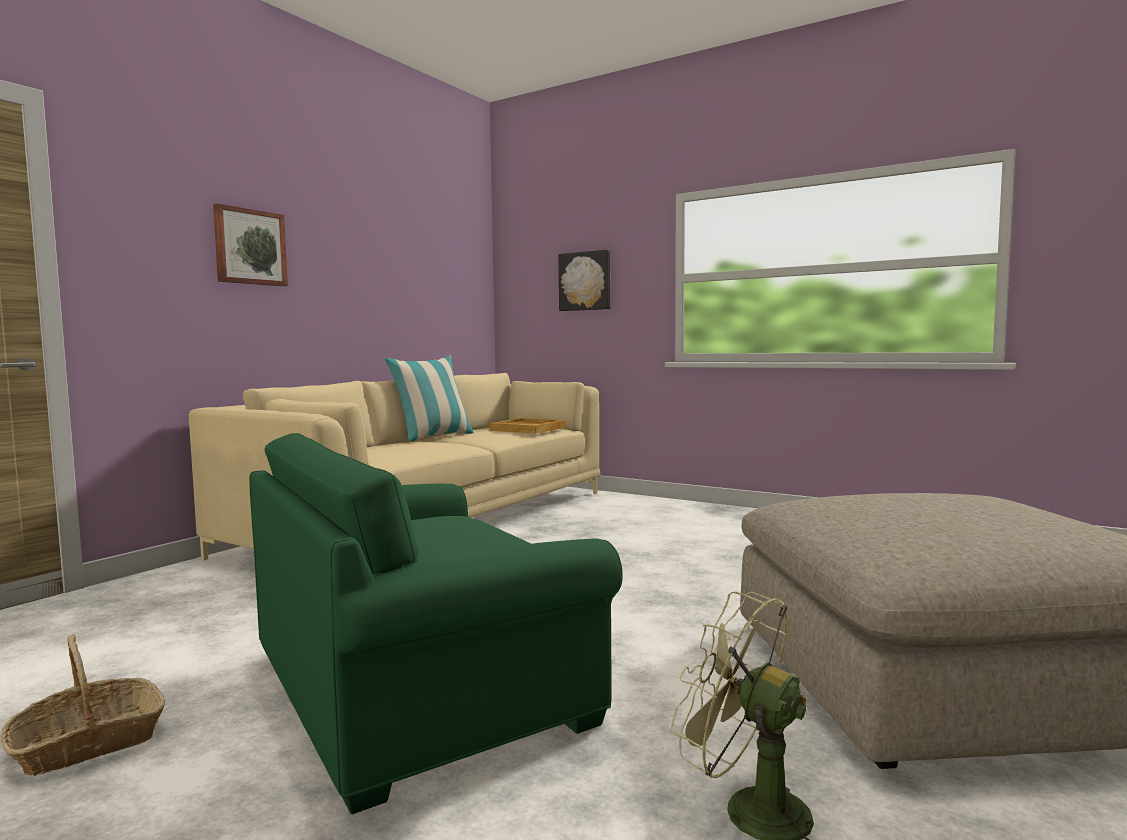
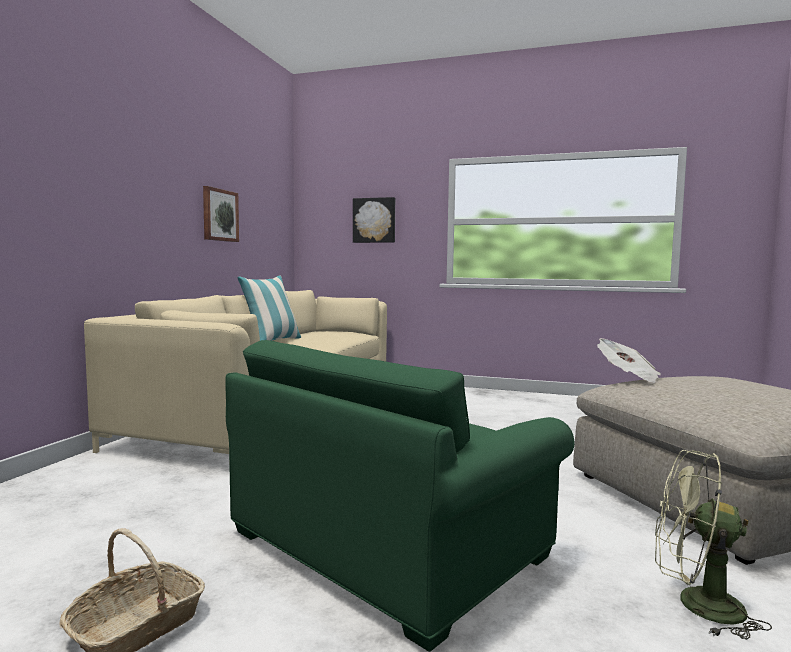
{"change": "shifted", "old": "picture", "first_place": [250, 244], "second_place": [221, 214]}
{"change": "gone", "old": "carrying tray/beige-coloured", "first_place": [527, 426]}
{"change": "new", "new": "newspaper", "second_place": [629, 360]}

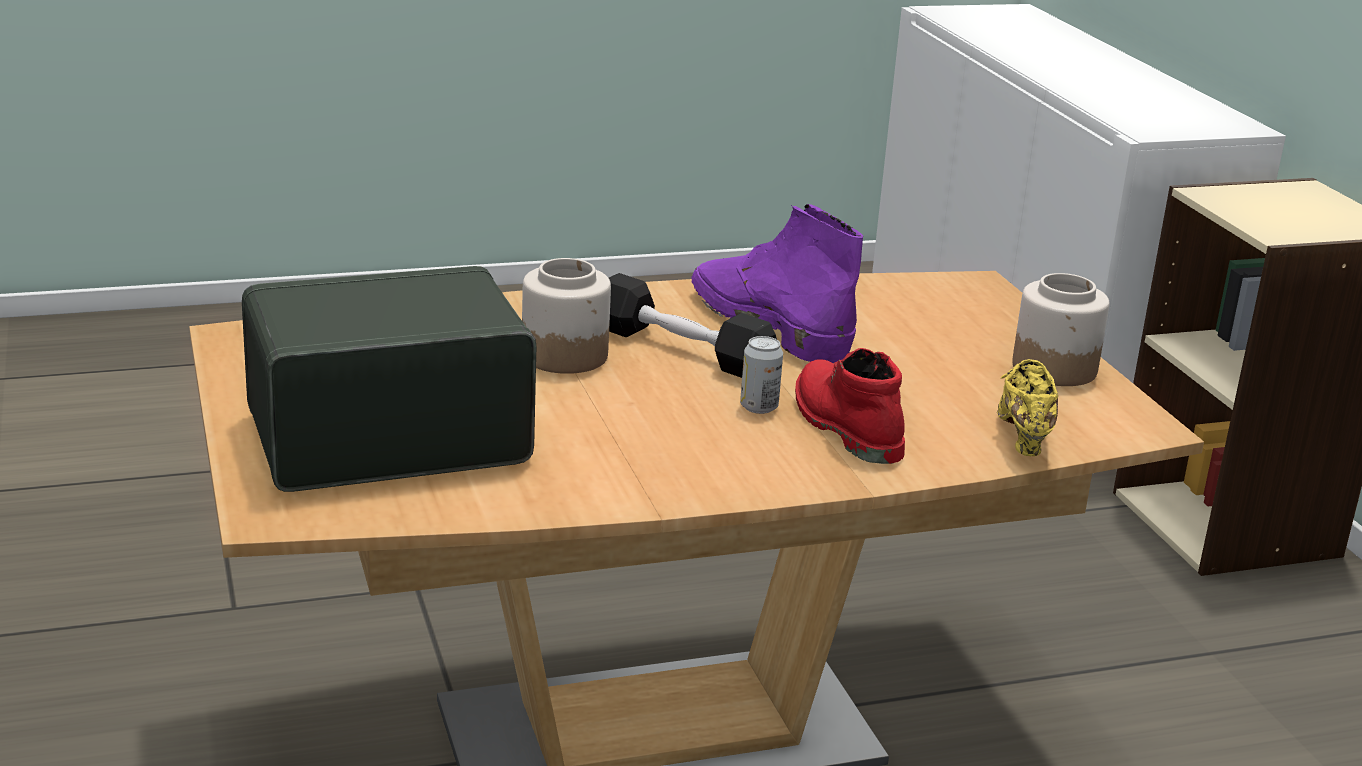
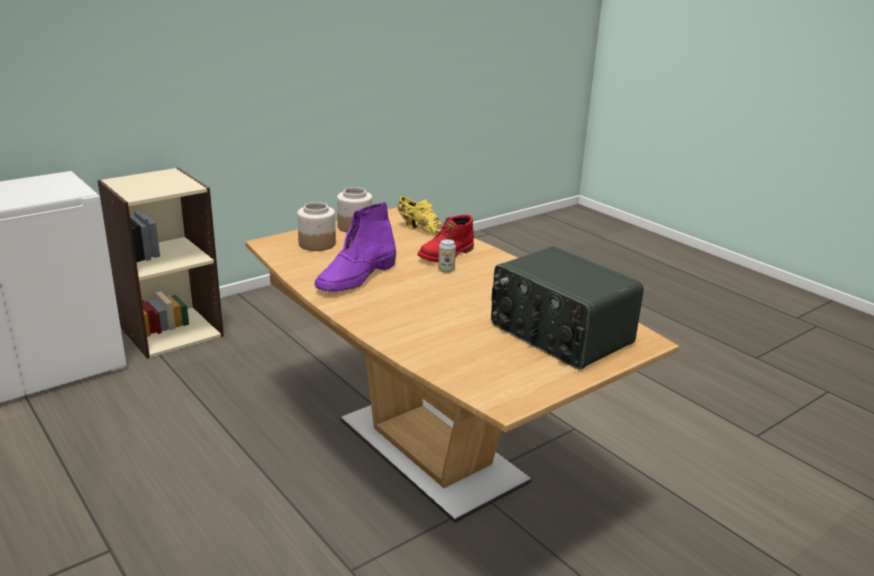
{"change": "shifted", "old": "preserve jar", "first_place": [566, 316], "second_place": [316, 226]}
{"change": "gone", "old": "hand weight/black-coloured", "first_place": [693, 325]}
{"change": "rotated", "old": "low shoe/yellowish", "first_place": [1027, 407], "second_place": [420, 216], "degrees": -135}

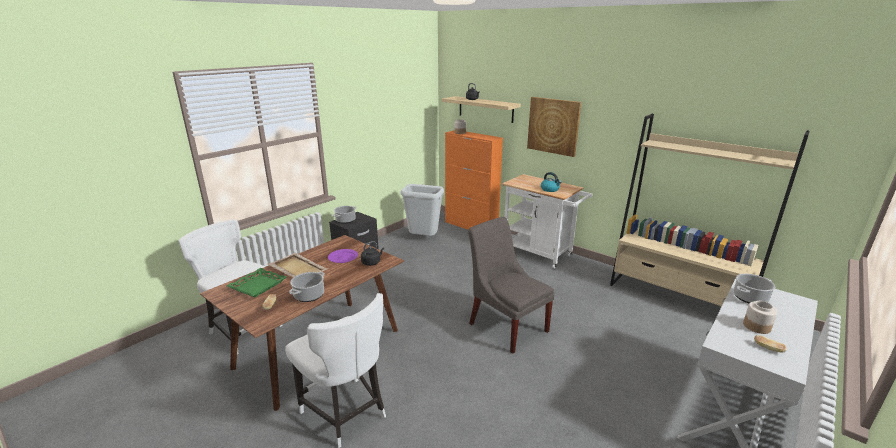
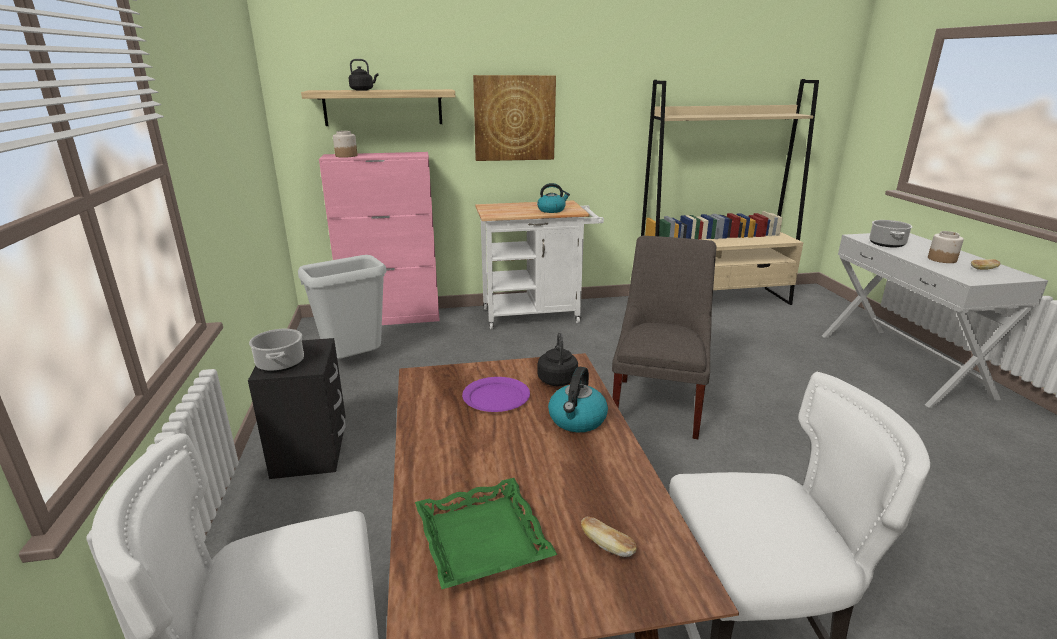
{"change": "repainted", "old": "storage cabinet/orange", "new": "storage cabinet/pink", "first_place": [474, 180], "second_place": [379, 238]}
{"change": "rotated", "old": "plain chair/grey", "first_place": [511, 285], "second_place": [664, 337], "degrees": 105}
{"change": "gone", "old": "carrying tray/beige-coloured", "first_place": [298, 265]}
{"change": "gone", "old": "saucepot", "first_place": [307, 287]}
{"change": "new", "new": "water kettle", "second_place": [578, 399]}

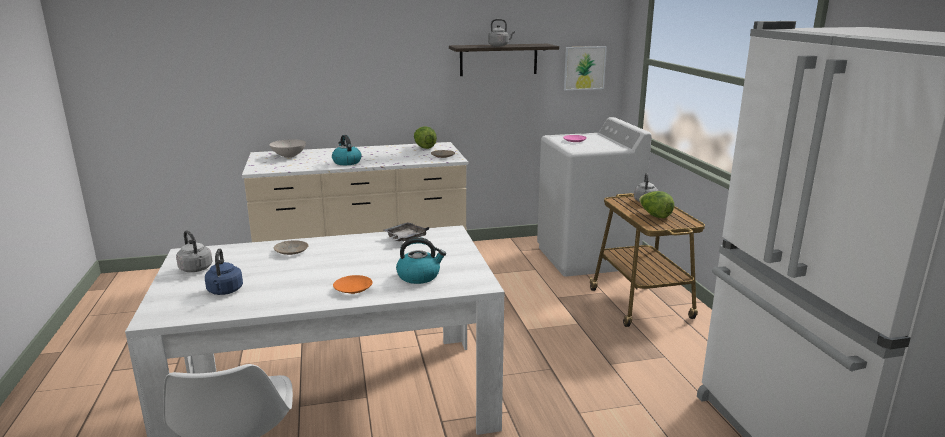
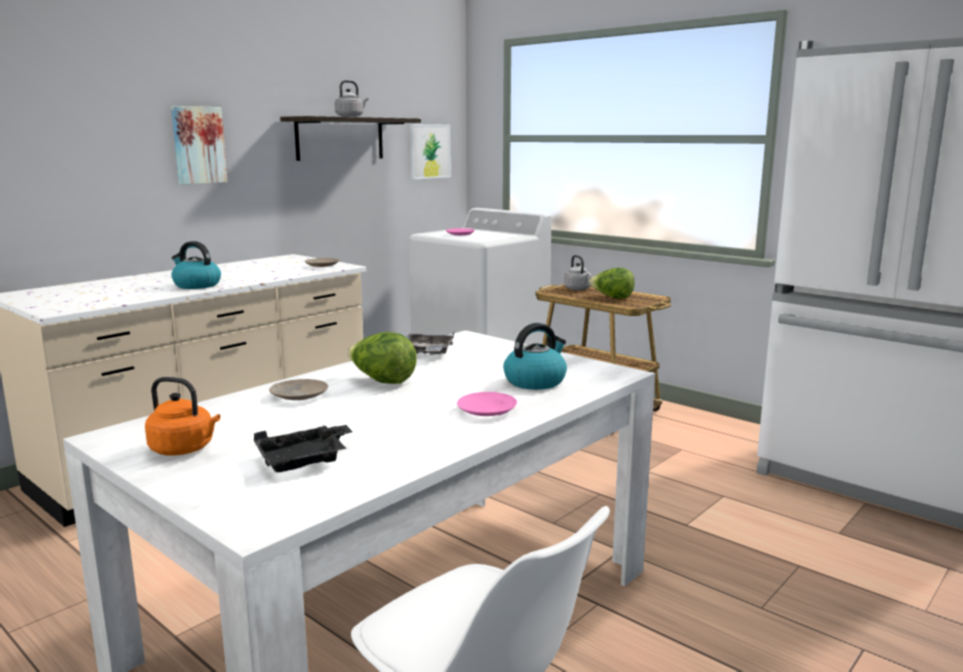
{"change": "shifted", "old": "head of lettuce", "first_place": [425, 137], "second_place": [382, 358]}
{"change": "gone", "old": "serving bowl/white", "first_place": [287, 148]}
{"change": "repainted", "old": "water kettle/grey", "new": "water kettle/orange", "first_place": [194, 251], "second_place": [182, 416]}
{"change": "swapped", "old": "water kettle/blue", "new": "carrying tray/black-coloured", "first_place": [224, 271], "second_place": [303, 448]}
{"change": "repainted", "old": "dinner plate/orange", "new": "dinner plate/pink", "first_place": [353, 284], "second_place": [487, 404]}
{"change": "new", "new": "picture", "second_place": [199, 145]}

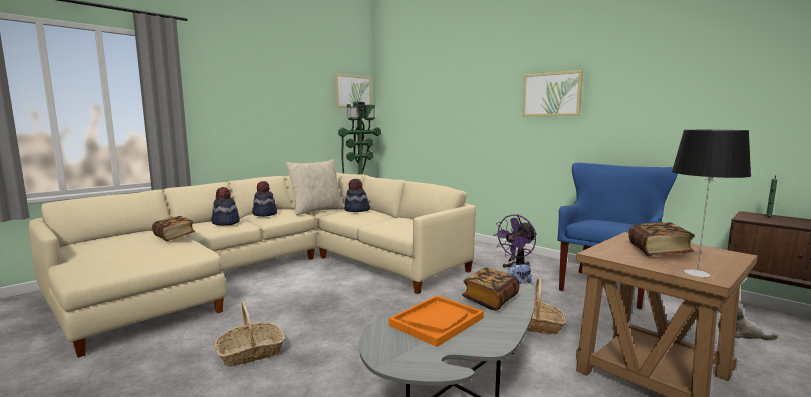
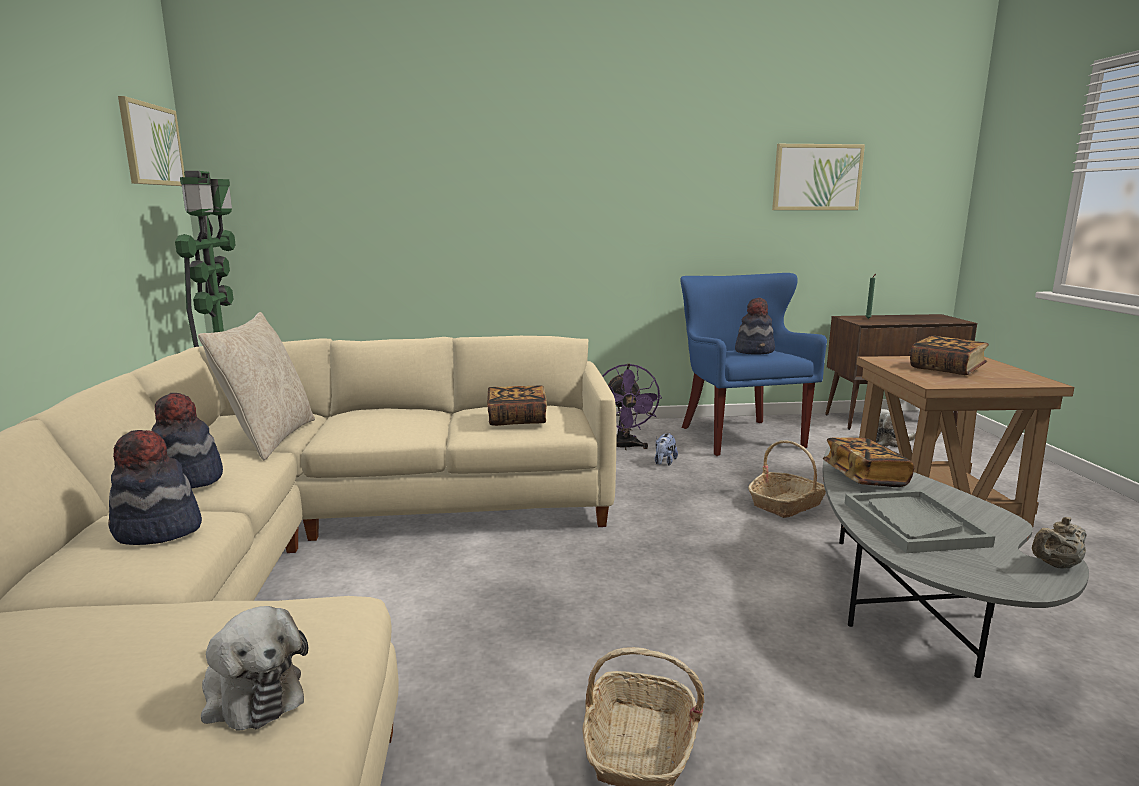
{"change": "shifted", "old": "picture", "first_place": [552, 93], "second_place": [818, 177]}
{"change": "gone", "old": "lamp for a table", "first_place": [711, 203]}
{"change": "shifted", "old": "hat", "first_place": [357, 195], "second_place": [755, 326]}
{"change": "shifted", "old": "bound book", "first_place": [173, 228], "second_place": [517, 405]}
{"change": "repainted", "old": "carrying tray/orange", "new": "carrying tray/grey", "first_place": [436, 321], "second_place": [920, 521]}
{"change": "new", "new": "teapot/beige-coloured", "second_place": [1059, 543]}
{"change": "new", "new": "soft toy", "second_place": [254, 668]}

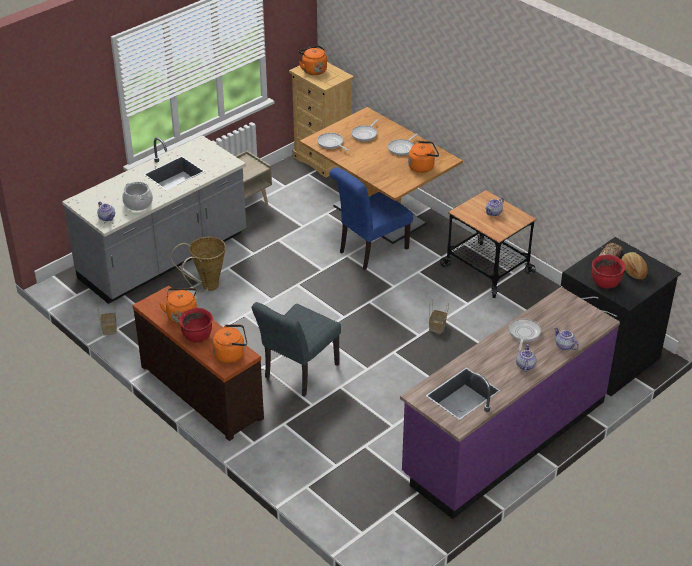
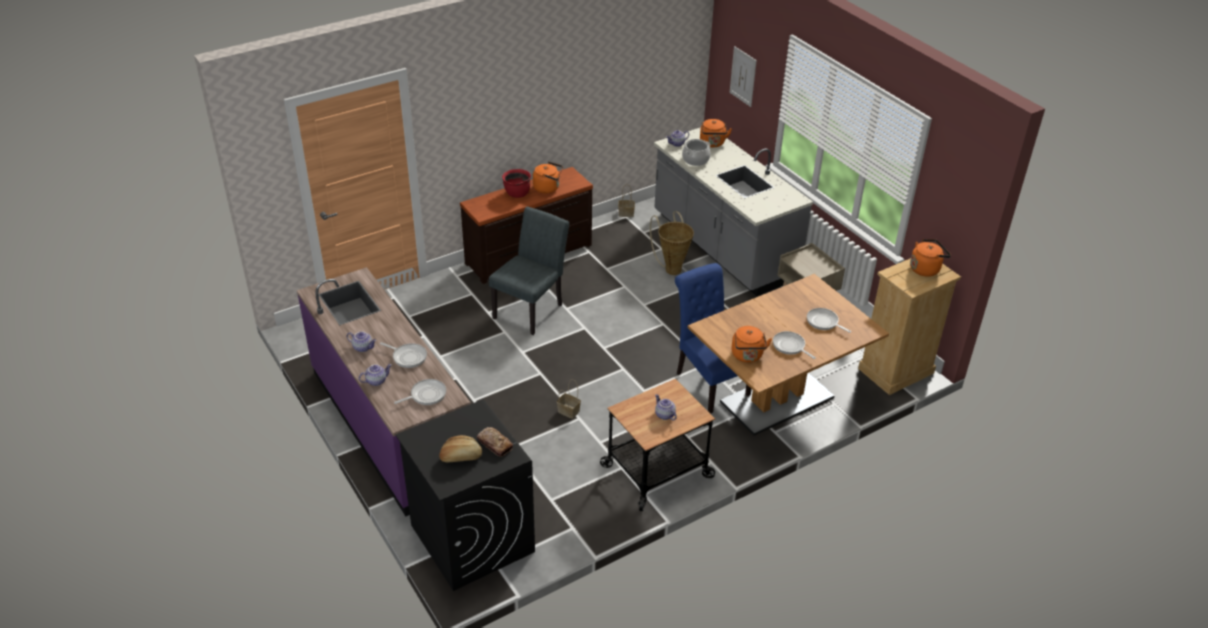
{"change": "shifted", "old": "skillet", "first_place": [333, 142], "second_place": [420, 392]}
{"change": "gone", "old": "saucepot/red", "first_place": [609, 272]}
{"change": "rotated", "old": "plain chair/grey", "first_place": [296, 349], "second_place": [529, 271], "degrees": 75}
{"change": "shifted", "old": "water kettle/orange", "first_place": [229, 344], "second_place": [716, 133]}
{"change": "new", "new": "picture", "second_place": [743, 76]}

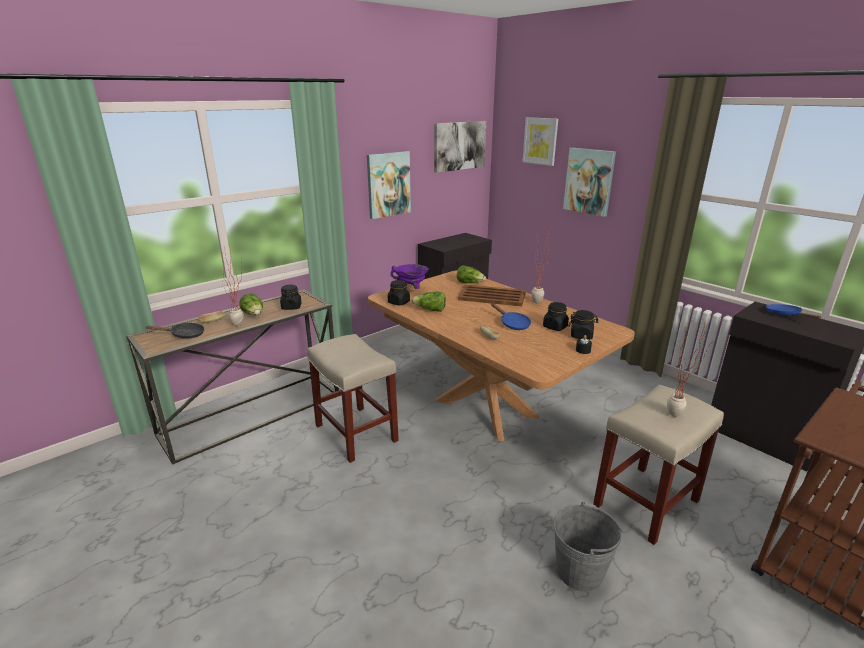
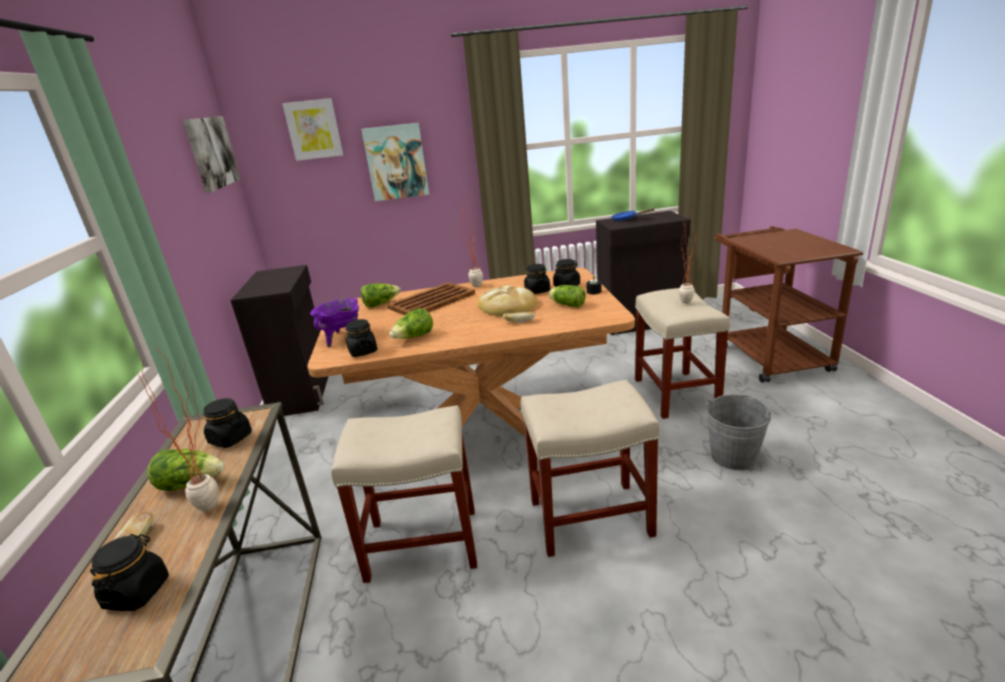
{"change": "gone", "old": "picture", "first_place": [389, 185]}
{"change": "swapped", "old": "skillet/blue", "new": "bread", "first_place": [511, 316], "second_place": [507, 301]}
{"change": "swapped", "old": "skillet/black-coloured", "new": "preserve jar/black-coloured", "first_place": [174, 331], "second_place": [129, 572]}
{"change": "new", "new": "head of lettuce", "second_place": [567, 296]}
{"change": "new", "new": "stool/beige-coloured", "second_place": [590, 468]}

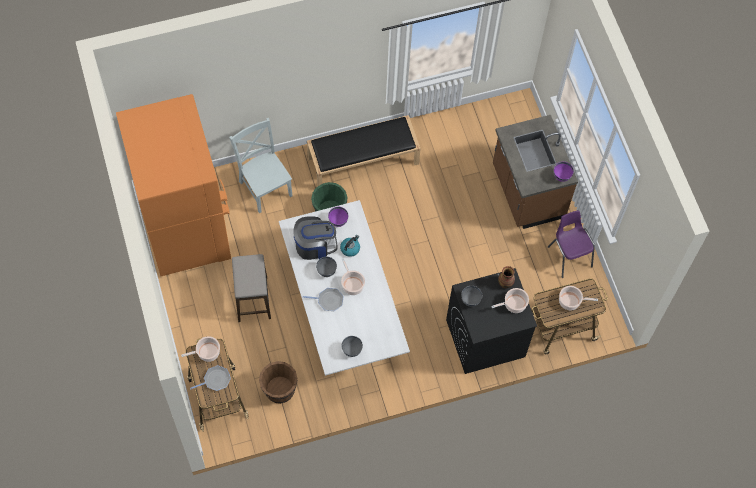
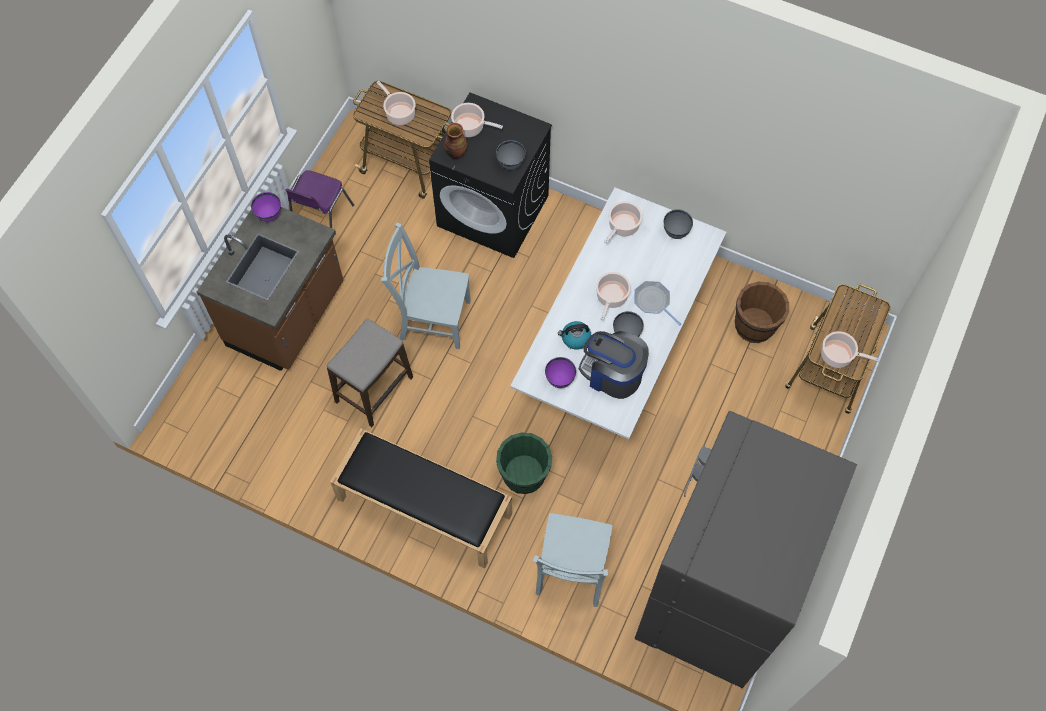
{"change": "repainted", "old": "refrigerator/orange", "new": "refrigerator/grey", "first_place": [173, 185], "second_place": [746, 549]}
{"change": "shifted", "old": "stool", "first_place": [251, 288], "second_place": [370, 372]}
{"change": "gone", "old": "skillet", "first_place": [210, 378]}
{"change": "new", "new": "saucepot", "second_place": [623, 222]}
{"change": "new", "new": "plain chair/grey", "second_place": [426, 286]}

